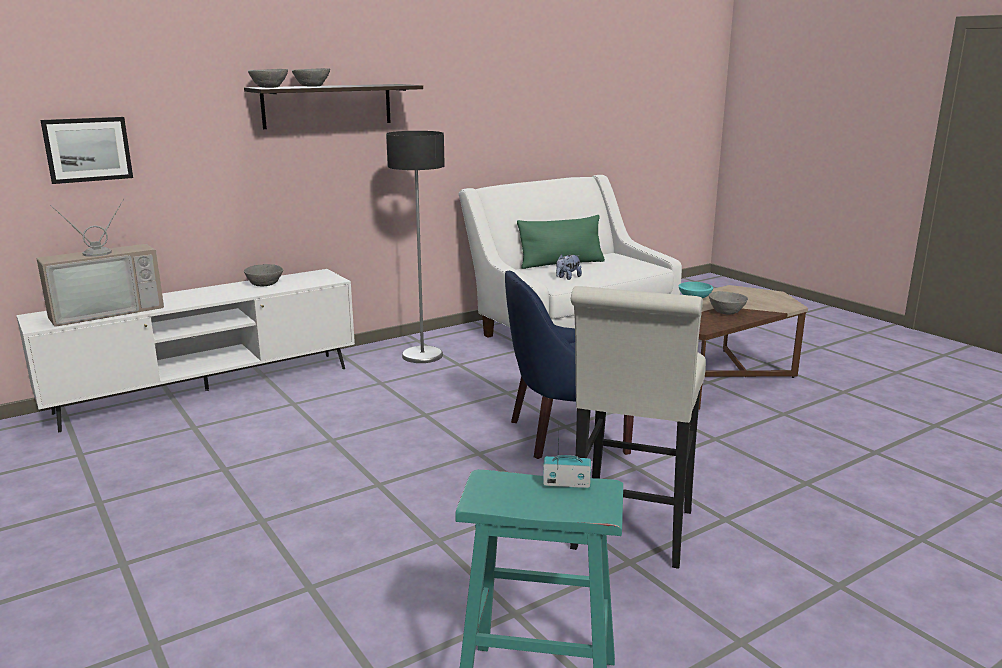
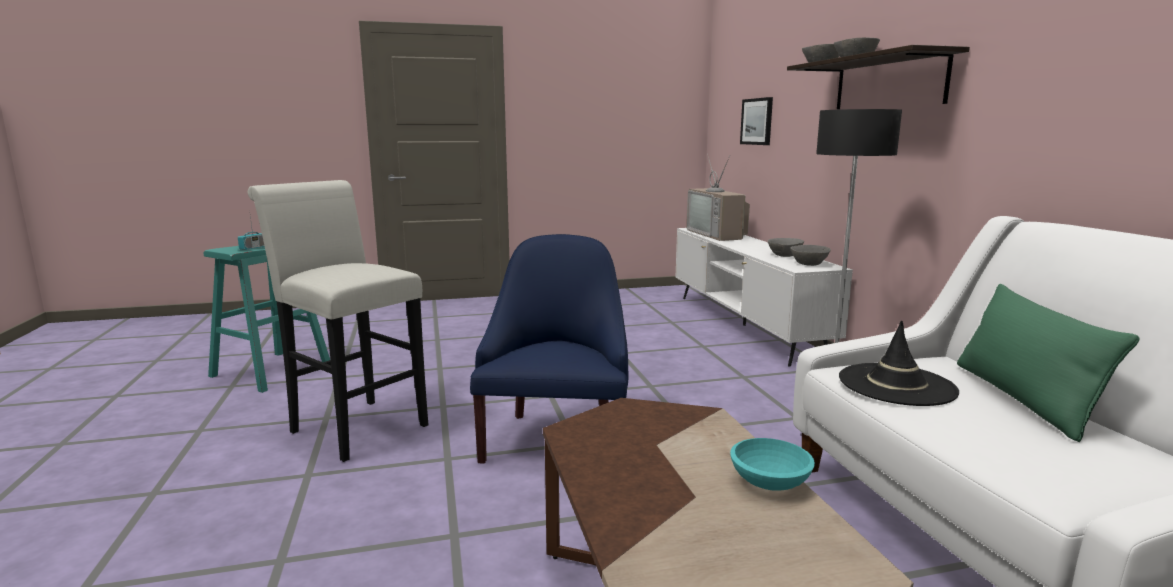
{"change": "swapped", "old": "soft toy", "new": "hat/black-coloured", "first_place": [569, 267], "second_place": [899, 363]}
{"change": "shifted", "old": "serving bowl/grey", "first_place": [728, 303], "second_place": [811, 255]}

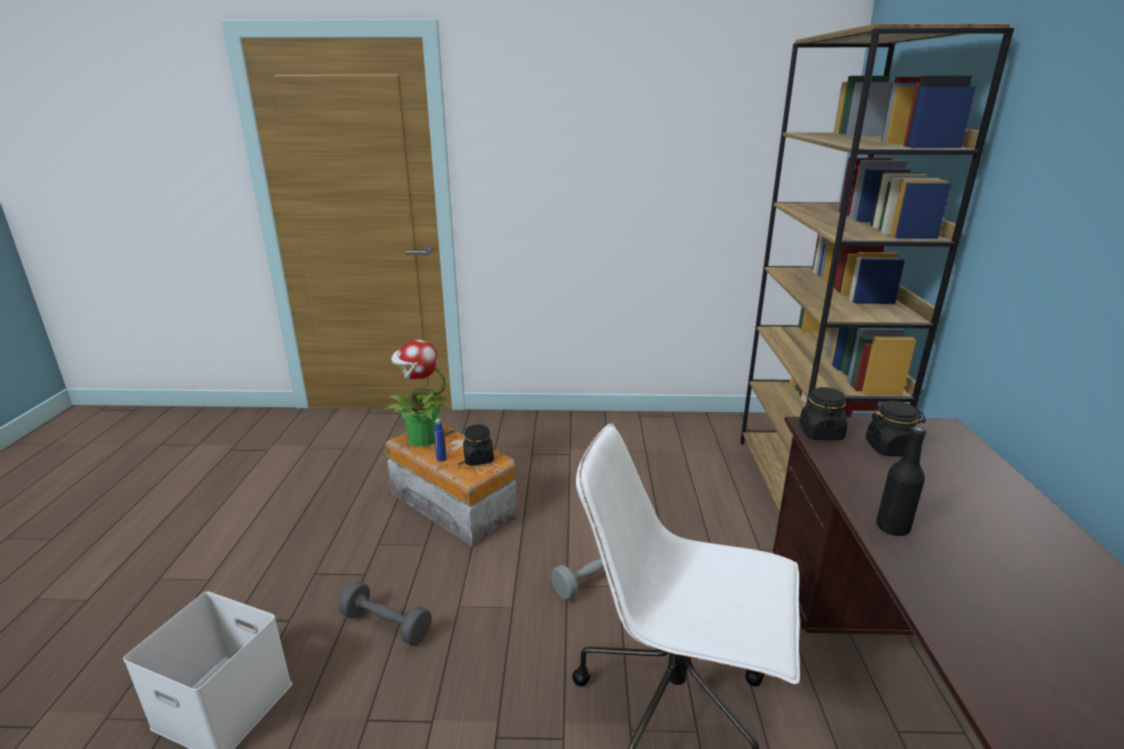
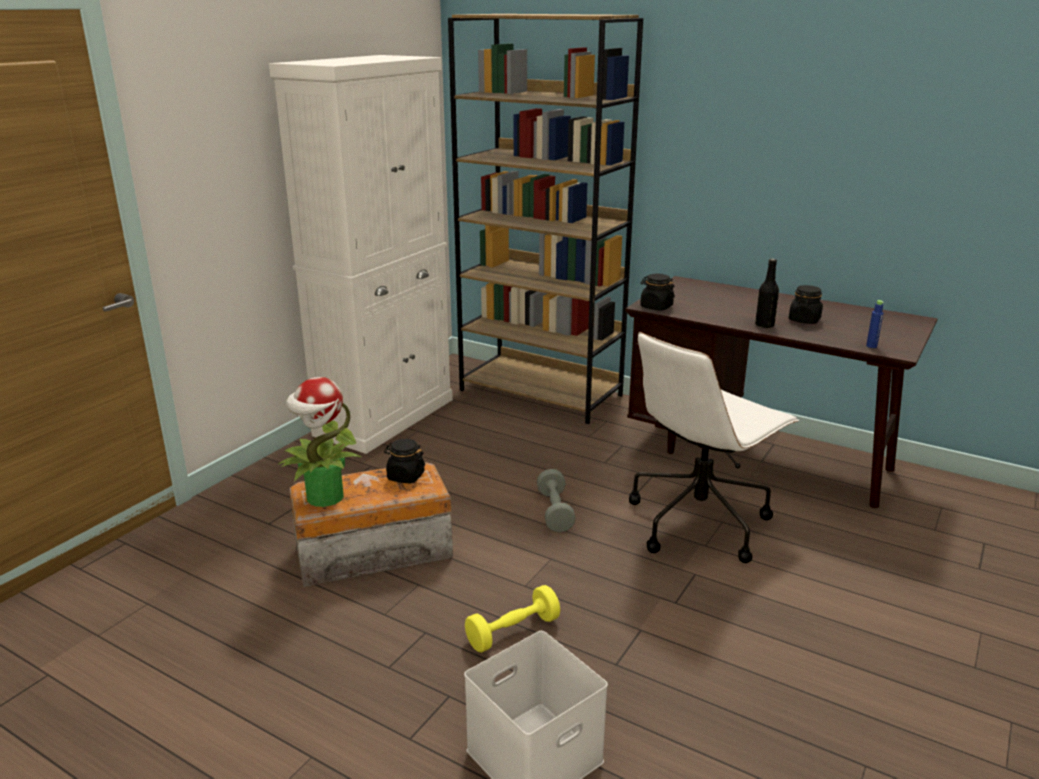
{"change": "shifted", "old": "preserve jar/black-coloured", "first_place": [896, 428], "second_place": [806, 304]}
{"change": "shifted", "old": "drink bottle/blue", "first_place": [440, 440], "second_place": [875, 324]}
{"change": "repainted", "old": "hand weight/grey", "new": "hand weight/yellowish", "first_place": [385, 613], "second_place": [512, 618]}
{"change": "new", "new": "storage cabinet/white", "second_place": [361, 254]}

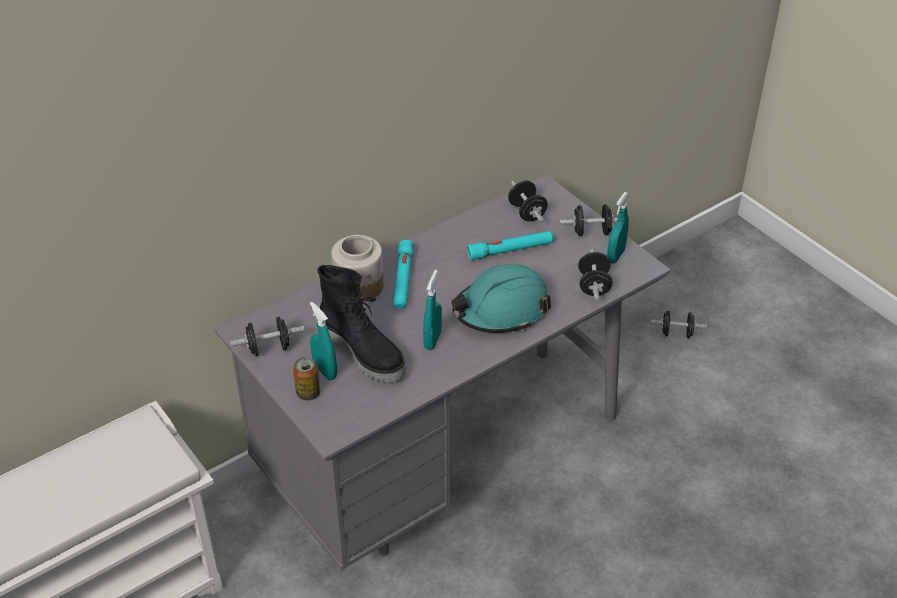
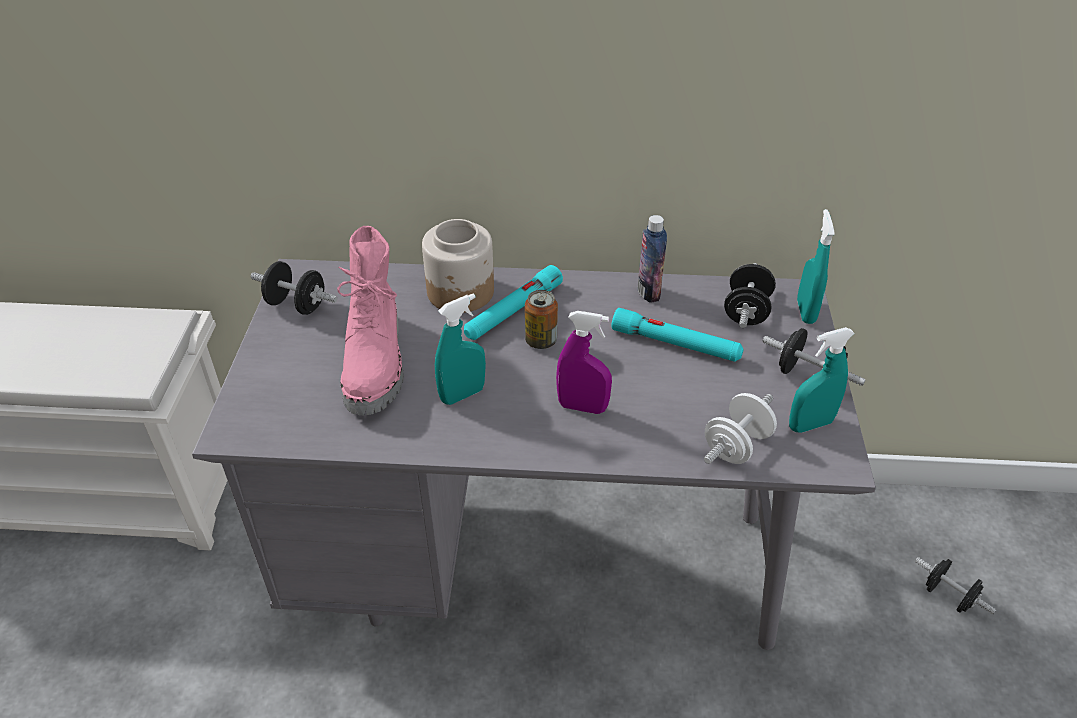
{"change": "repainted", "old": "hand weight/black-coloured", "new": "hand weight/white", "first_place": [595, 274], "second_place": [740, 428]}
{"change": "swapped", "old": "safety helmet/turquoise", "new": "spray bottle/purple", "first_place": [501, 298], "second_place": [584, 362]}
{"change": "repainted", "old": "tall boot/black-coloured", "new": "tall boot/pink", "first_place": [361, 324], "second_place": [370, 320]}
{"change": "shifted", "old": "spray bottle/turquoise", "first_place": [323, 341], "second_place": [816, 266]}
{"change": "shifted", "old": "metal can", "first_place": [306, 378], "second_place": [541, 319]}
{"change": "new", "new": "drink bottle", "second_place": [652, 259]}

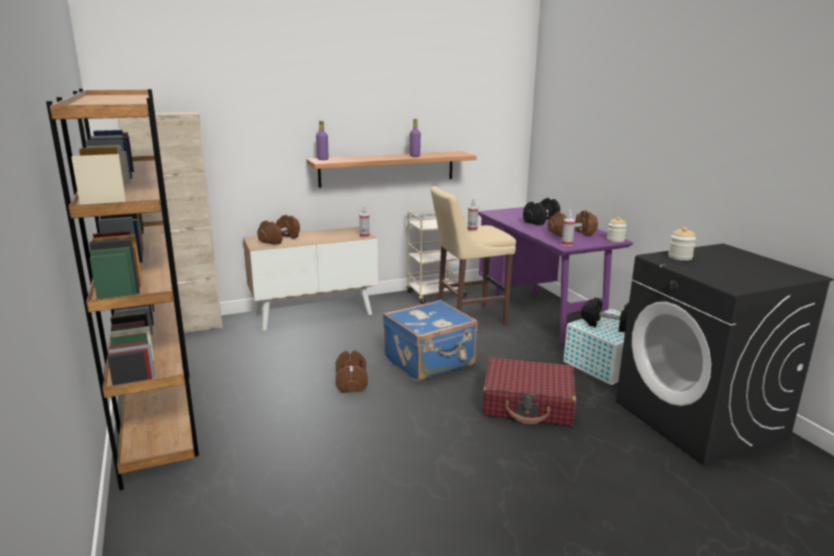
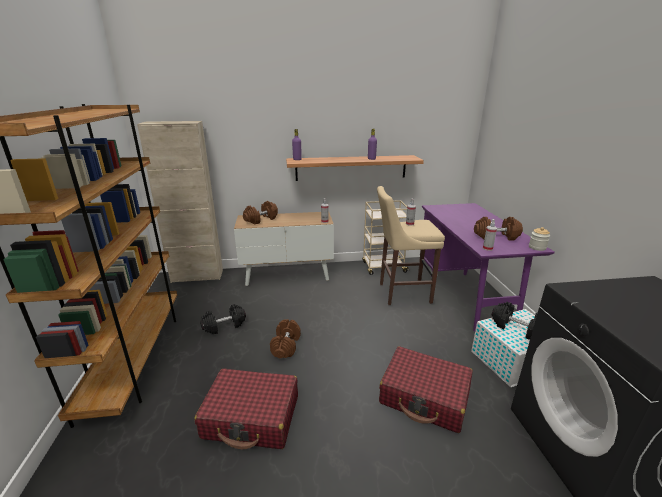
{"change": "shifted", "old": "hand weight/black-coloured", "first_place": [541, 211], "second_place": [223, 319]}
{"change": "gone", "old": "preserve jar", "first_place": [682, 244]}
{"change": "gone", "old": "suitcase/blue", "first_place": [430, 340]}
{"change": "new", "new": "suitcase/red", "second_place": [246, 408]}

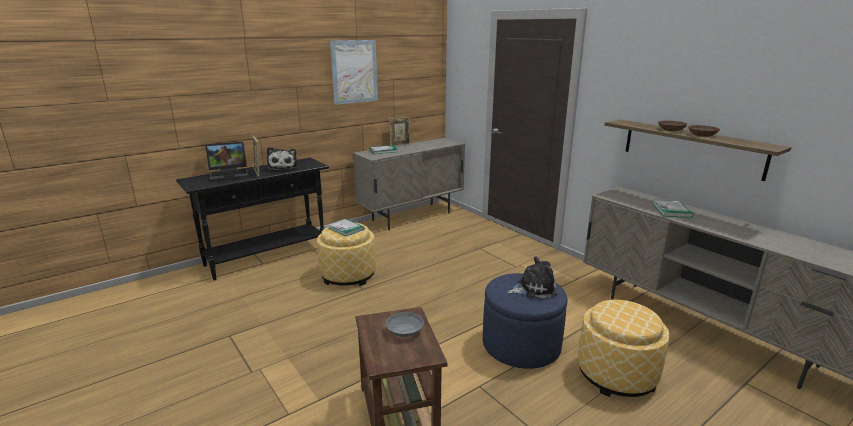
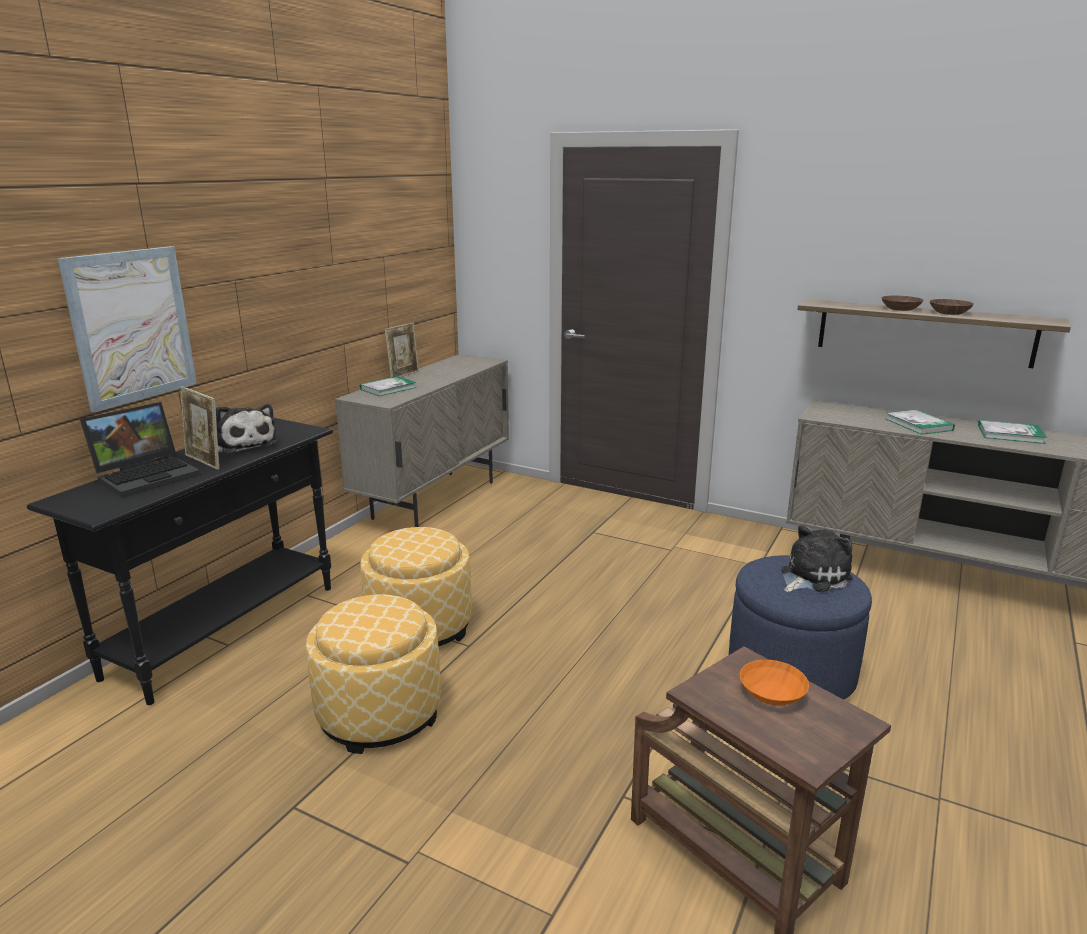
{"change": "shifted", "old": "picture", "first_place": [354, 72], "second_place": [127, 329]}
{"change": "shifted", "old": "bound book", "first_place": [346, 227], "second_place": [1012, 432]}
{"change": "shifted", "old": "pouffe", "first_place": [624, 348], "second_place": [373, 674]}
{"change": "repainted", "old": "serving bowl/grey", "new": "serving bowl/orange", "first_place": [405, 324], "second_place": [774, 683]}

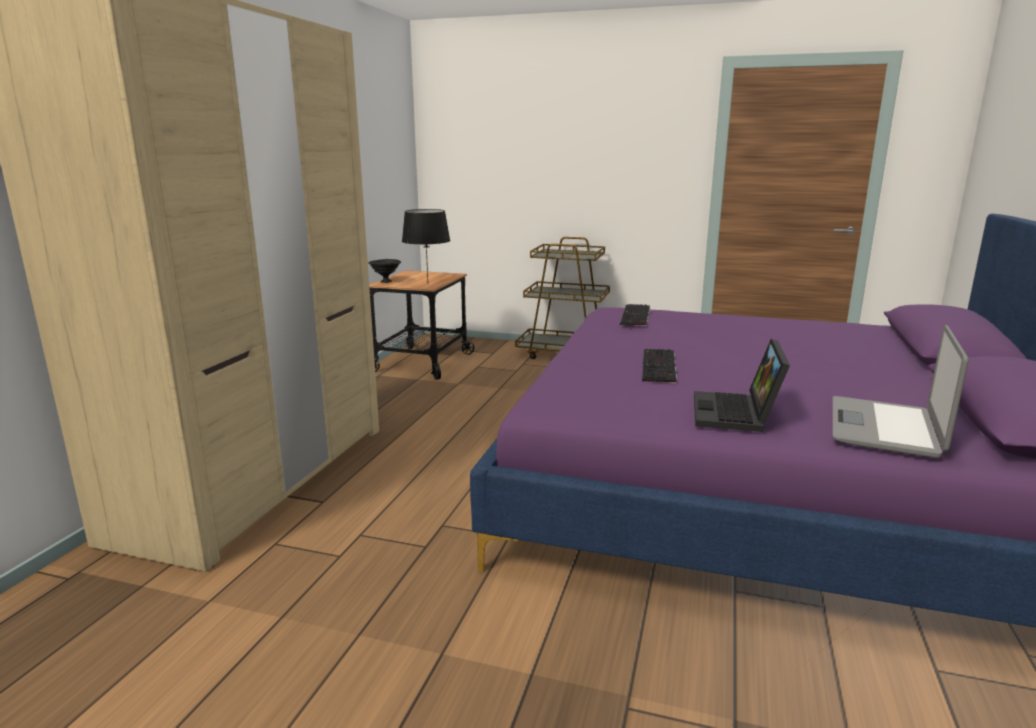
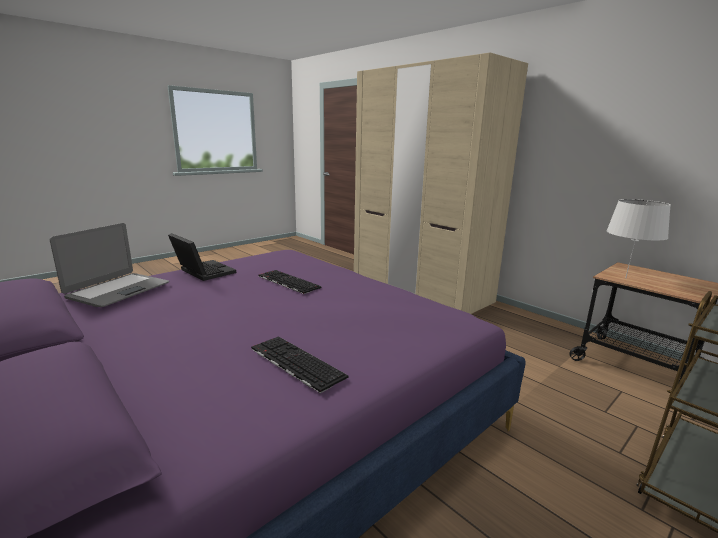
{"change": "repainted", "old": "lamp for a table/black-coloured", "new": "lamp for a table/white", "first_place": [426, 244], "second_place": [638, 239]}
{"change": "gone", "old": "serving bowl/black-coloured", "first_place": [384, 271]}
{"change": "shifted", "old": "keyboard", "first_place": [635, 315], "second_place": [300, 365]}
{"change": "rotated", "old": "laptop", "first_place": [901, 391], "second_place": [109, 265], "degrees": 60}

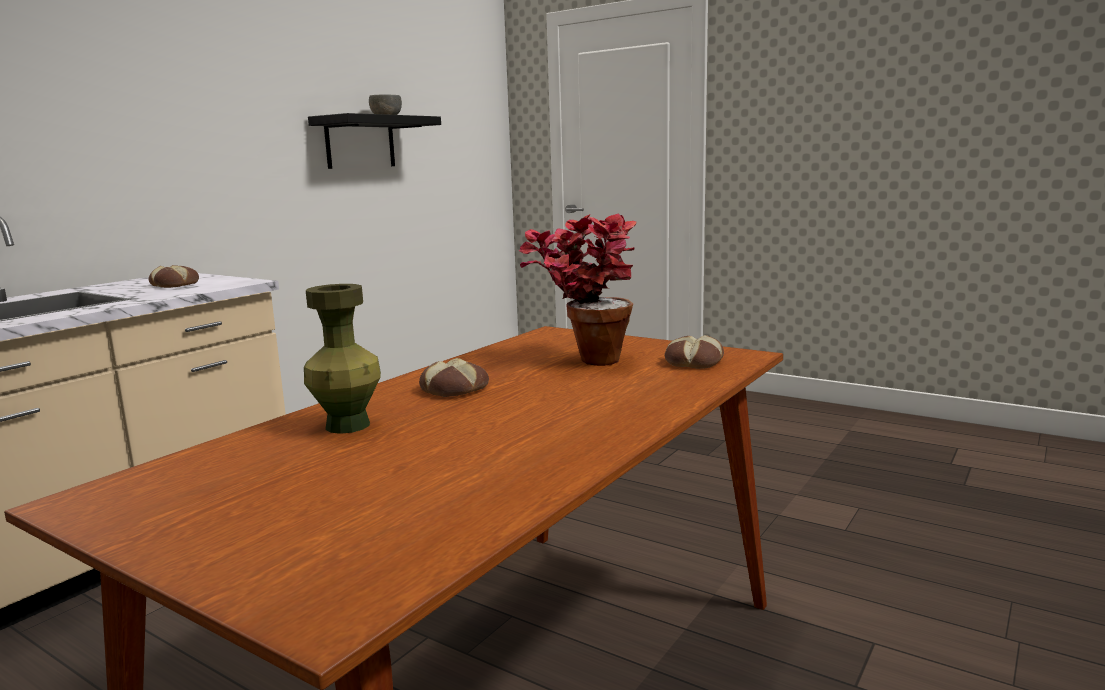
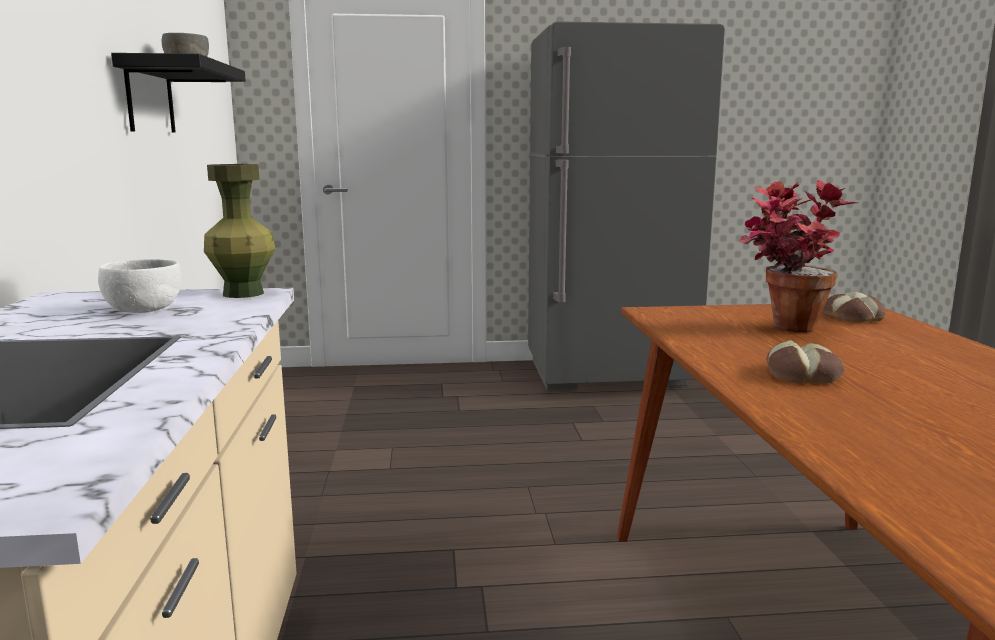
{"change": "swapped", "old": "bread", "new": "serving bowl/white", "first_place": [174, 276], "second_place": [140, 286]}
{"change": "shifted", "old": "decorative vase/green-coloured", "first_place": [342, 359], "second_place": [239, 231]}
{"change": "new", "new": "refrigerator/grey", "second_place": [626, 205]}

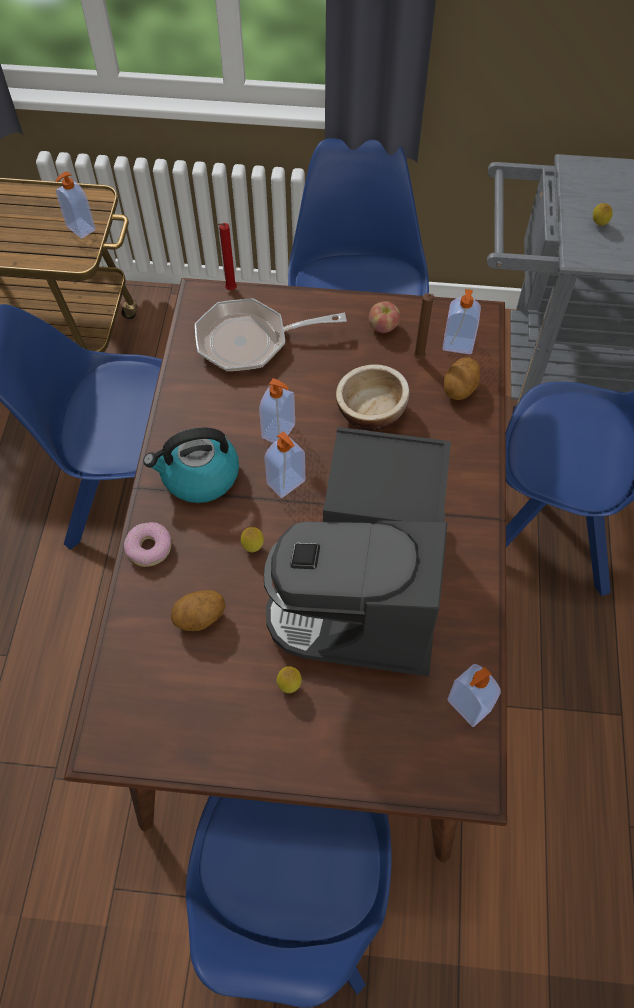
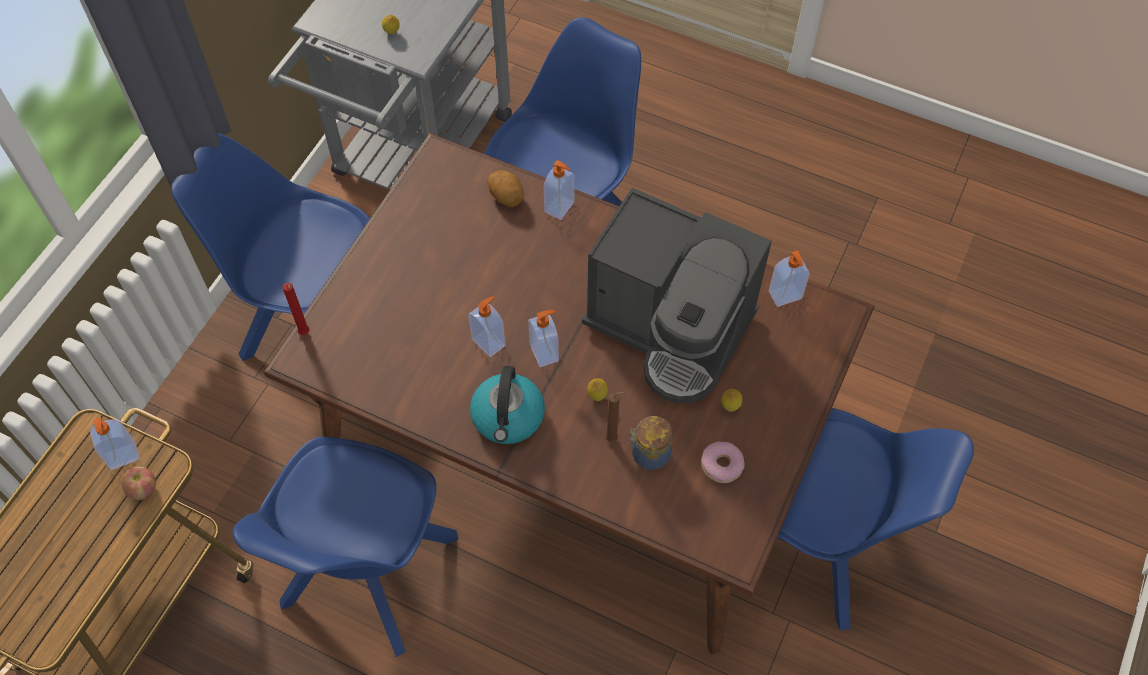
{"change": "shifted", "old": "liquid soap bottle", "first_place": [461, 321], "second_place": [559, 190]}
{"change": "shifted", "old": "wax candle/brown", "first_place": [424, 326], "second_place": [616, 417]}
{"change": "gone", "old": "skillet", "first_place": [271, 335]}
{"change": "shifted", "old": "apple fruit", "first_place": [384, 317], "second_place": [139, 483]}
{"change": "gone", "old": "serving bowl", "first_place": [372, 397]}
{"change": "shifted", "old": "ring doughnut", "first_place": [147, 544], "second_place": [723, 462]}
{"change": "swapped", "old": "spud", "new": "preserve jar", "first_place": [198, 610], "second_place": [650, 443]}

